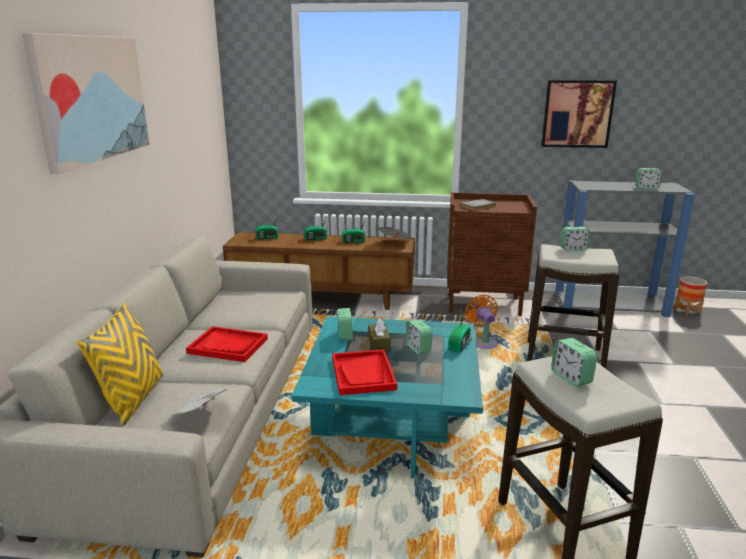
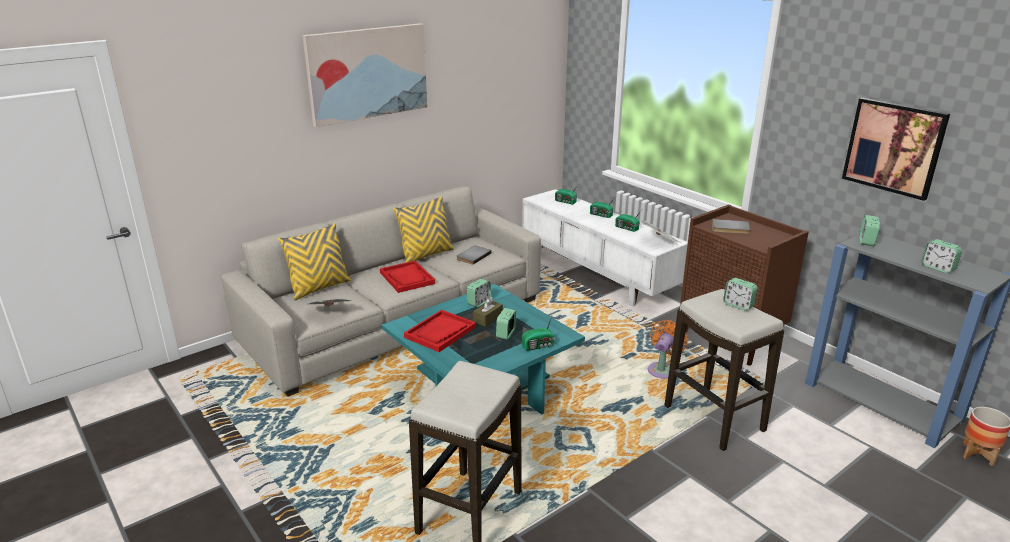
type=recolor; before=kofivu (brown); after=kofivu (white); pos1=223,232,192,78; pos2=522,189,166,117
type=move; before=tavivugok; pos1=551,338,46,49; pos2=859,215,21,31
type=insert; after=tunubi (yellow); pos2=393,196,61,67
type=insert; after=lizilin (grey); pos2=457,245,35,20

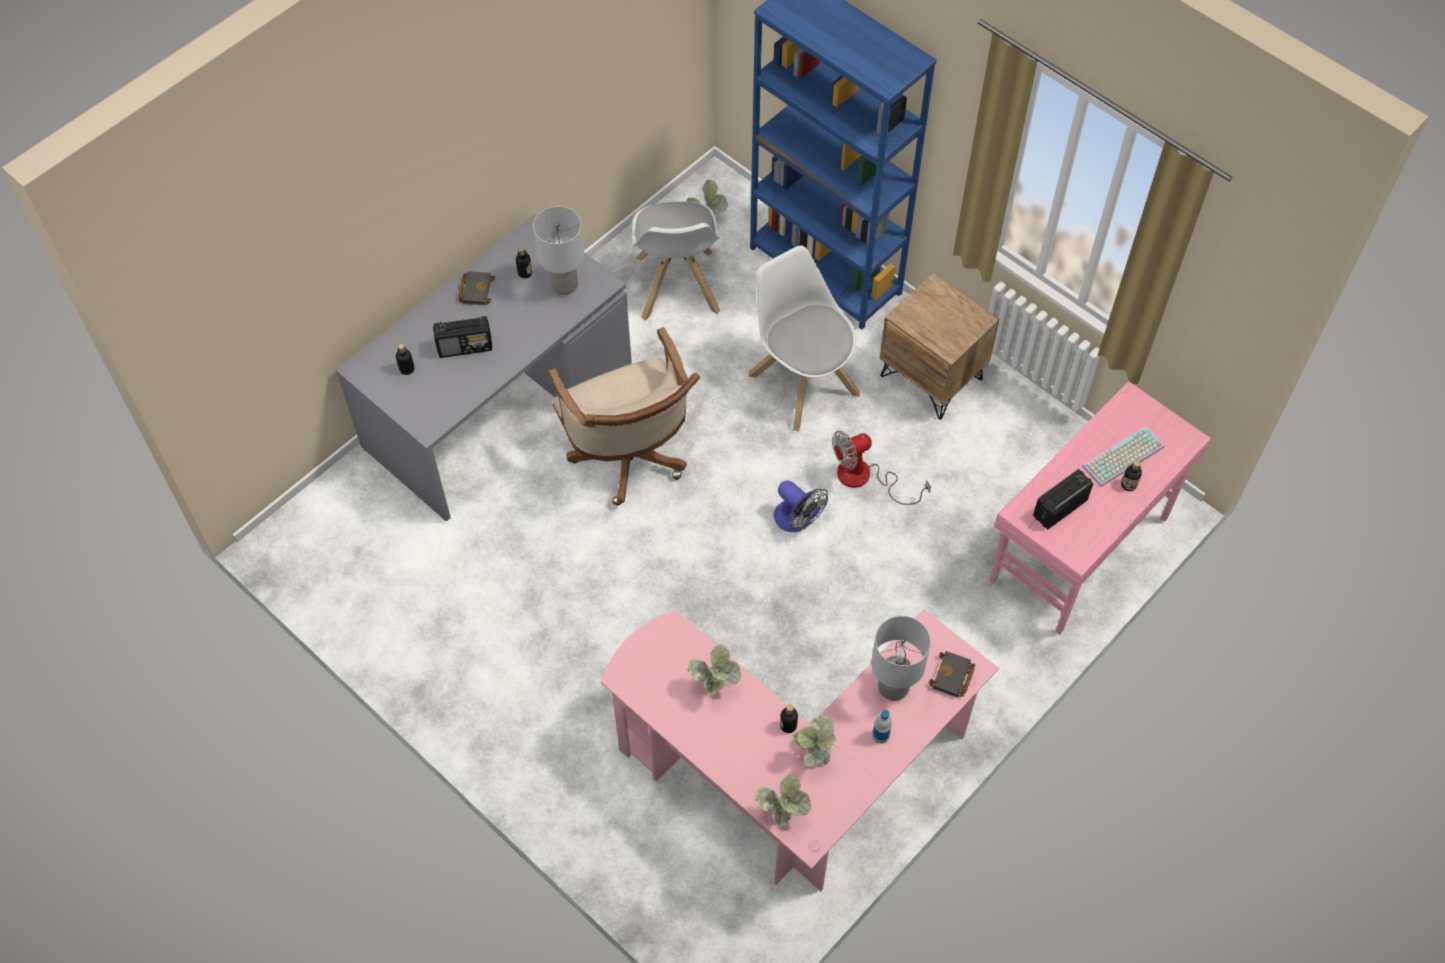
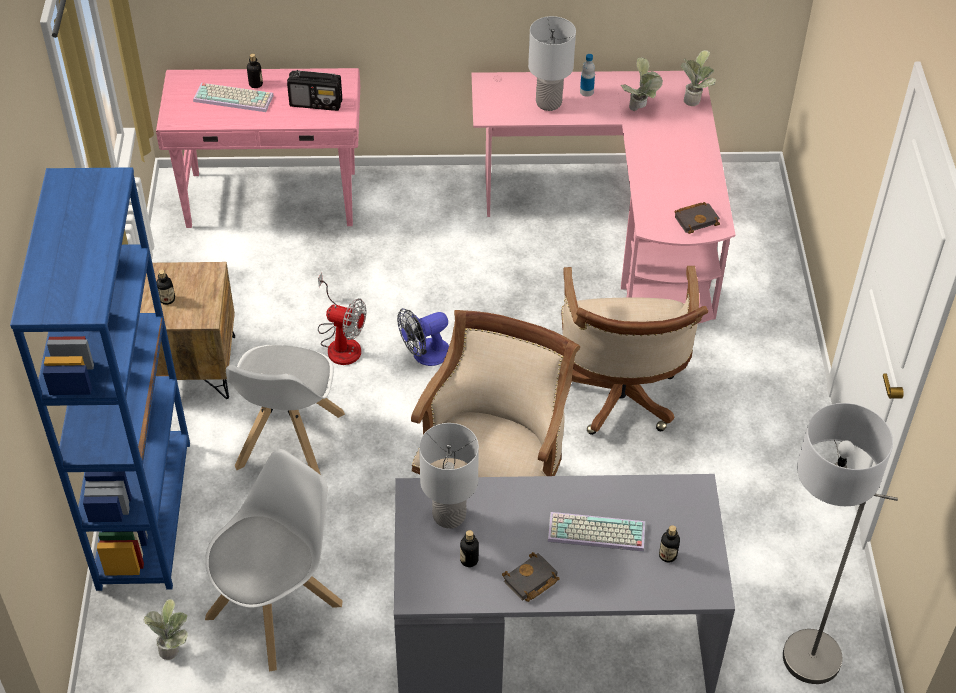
type=replace; before=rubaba; after=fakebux; pos1=433,316,59,42; pos2=547,512,99,39
type=delete; before=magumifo; pos1=687,644,54,52
type=rotate; before=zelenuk; pos1=774,480,54,52; pos2=397,308,52,58; turn=-120
type=move; before=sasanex; pos1=780,705,18,28; pos2=156,270,19,35
type=move; before=lizilin (black); pos1=929,651,46,47; pos2=675,202,45,32
type=insert; after=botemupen; pos2=561,266,147,169
type=insert; after=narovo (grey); pos2=783,403,115,281

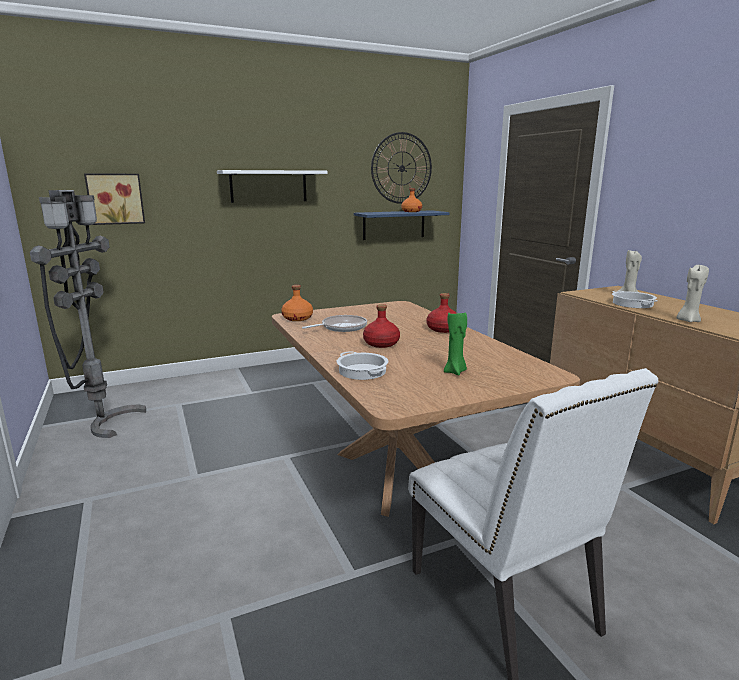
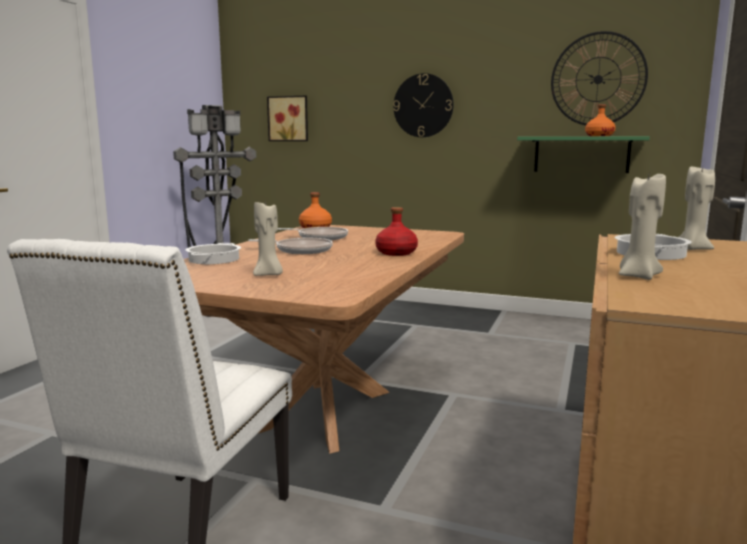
type=replace; before=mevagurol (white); after=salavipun; pos1=217,170,111,33; pos2=393,73,61,64
type=recolor; before=mevagurol (blue); after=mevagurol (green); pos1=354,210,96,30; pos2=517,136,133,37
type=replace; before=sasanex (red); after=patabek; pos1=363,304,37,44; pos2=248,238,85,16
type=recolor; before=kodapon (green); after=kodapon (beige); pos1=444,312,23,63; pos2=253,201,30,75

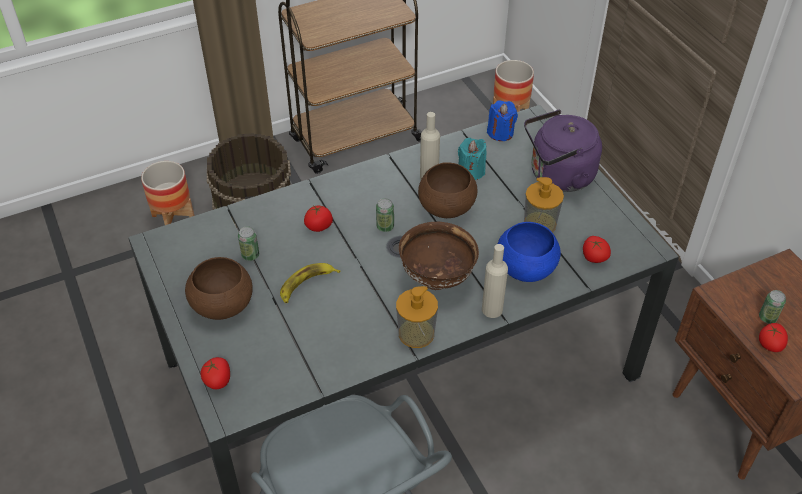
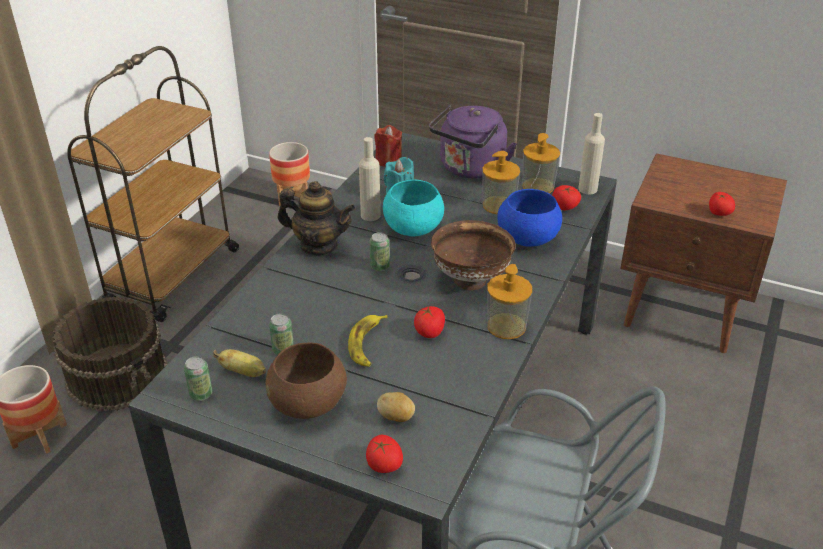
type=move; before=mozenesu; pos1=304,205,29,27; pos2=414,306,31,32
type=recolor; before=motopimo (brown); after=motopimo (turquoise); pos1=418,162,60,56; pos2=383,180,61,56
type=move; before=sasanex (beige); pos1=482,244,26,74; pos2=578,113,27,81
type=recolor; before=kodapon (blue); after=kodapon (red); pos1=487,100,31,41; pos2=374,125,28,42
type=move; before=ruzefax; pos1=759,290,27,34; pos2=184,356,28,45
type=insert; after=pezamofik; pos2=213,349,53,28
type=insert; after=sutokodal; pos2=278,181,78,74
type=insert; after=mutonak; pos2=377,392,38,30
type=insert; after=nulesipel; pos2=522,133,38,60

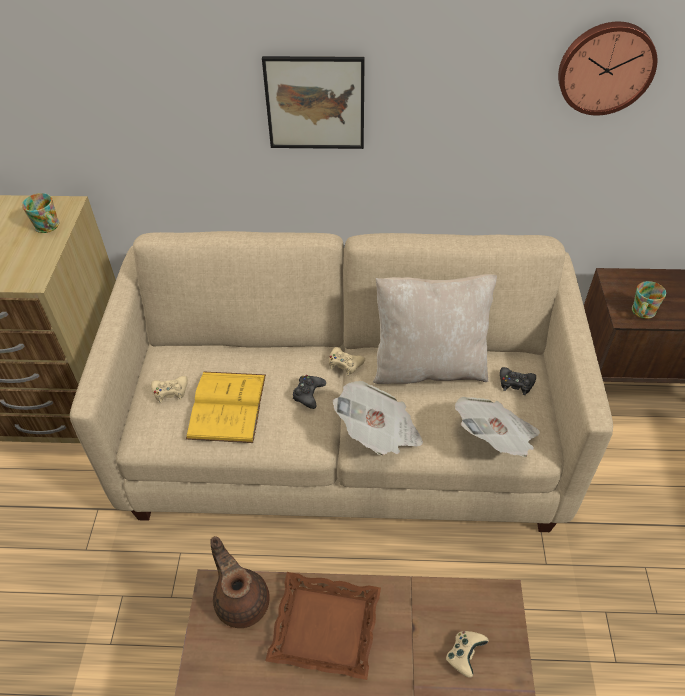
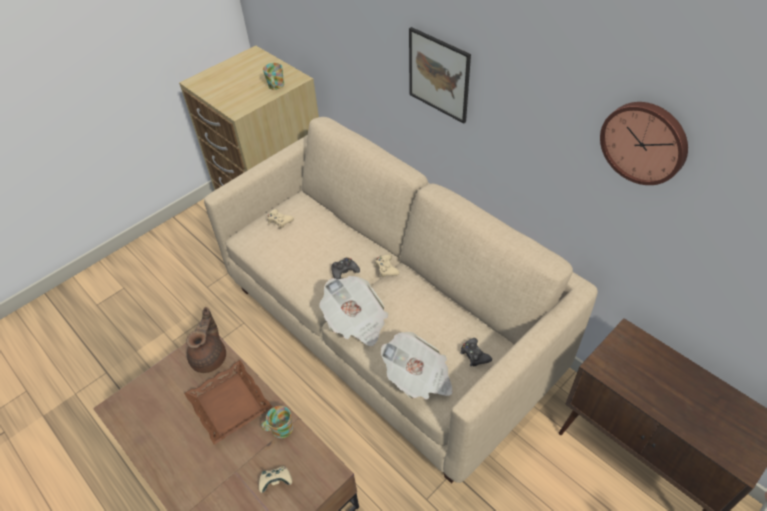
type=delete; before=lizilin (yellow); pos1=186,371,80,72
type=delete; before=tunubi (beige); pos1=373,274,124,110
type=move; before=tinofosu; pos1=632,281,34,38; pos2=261,406,32,33

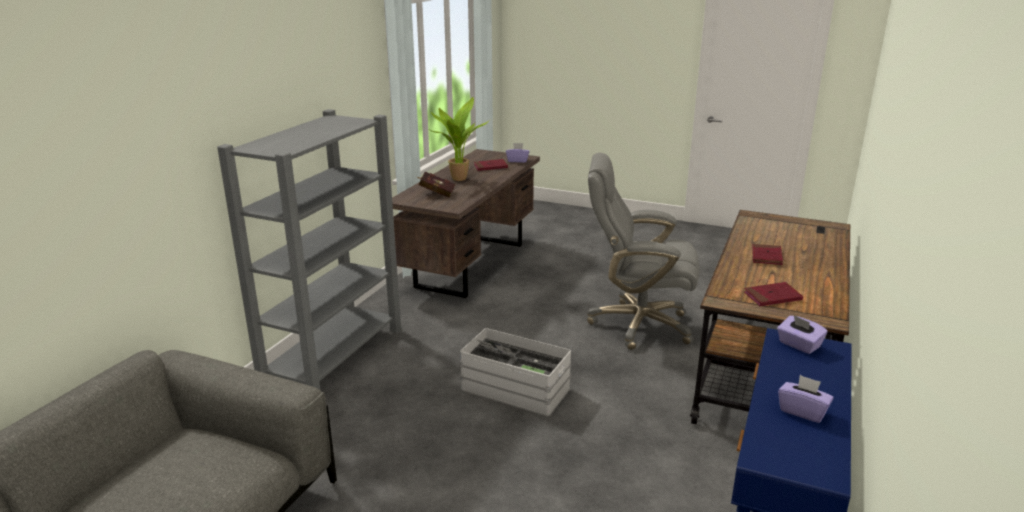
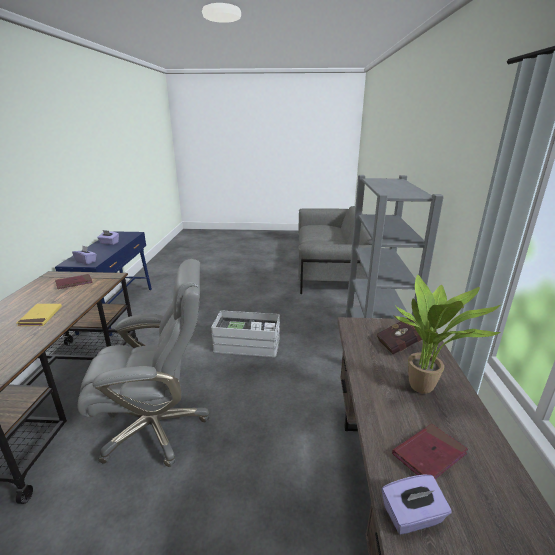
type=recolor; before=lizilin (red); after=lizilin (yellow); pos1=752,244,31,21; pos2=17,304,45,22

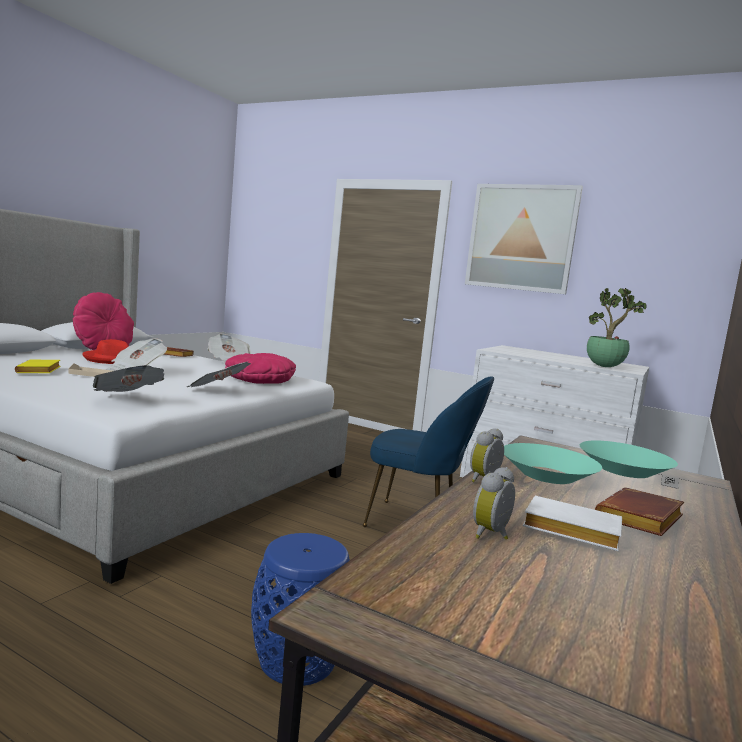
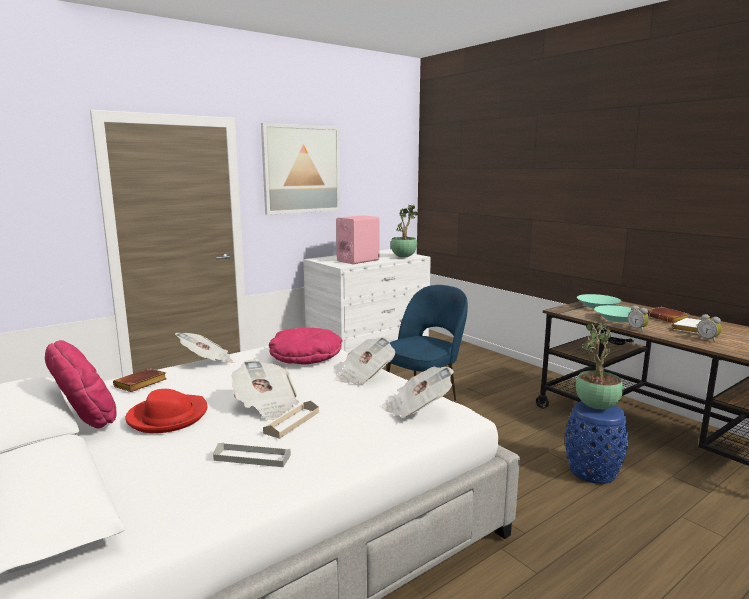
type=replace; before=lizilin (yellow); after=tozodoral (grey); pos1=15,360,46,13; pos2=213,443,78,24
type=insert; after=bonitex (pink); pos2=336,215,43,49
type=insert; after=magumifo; pos2=576,321,47,89

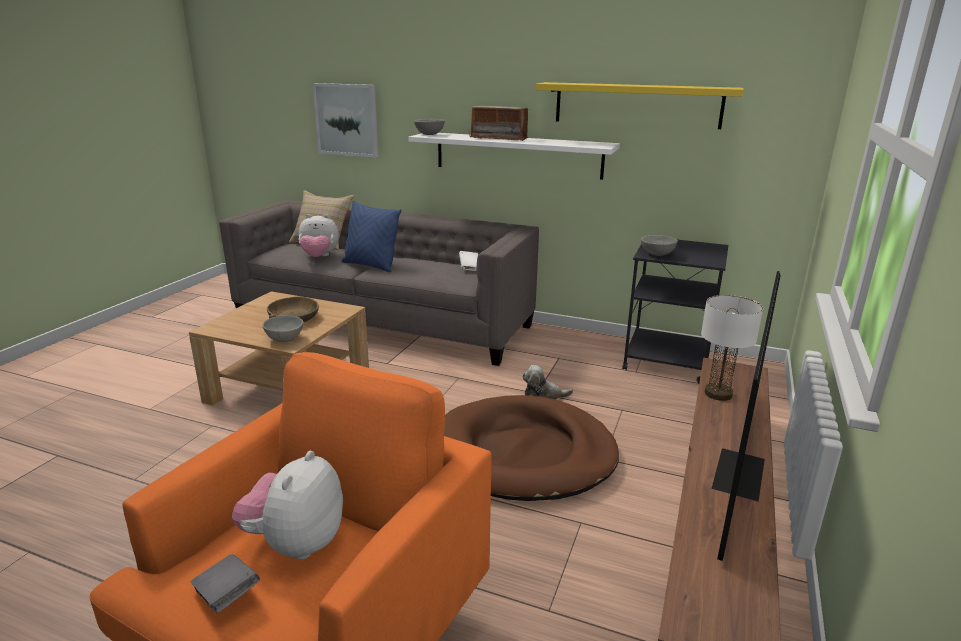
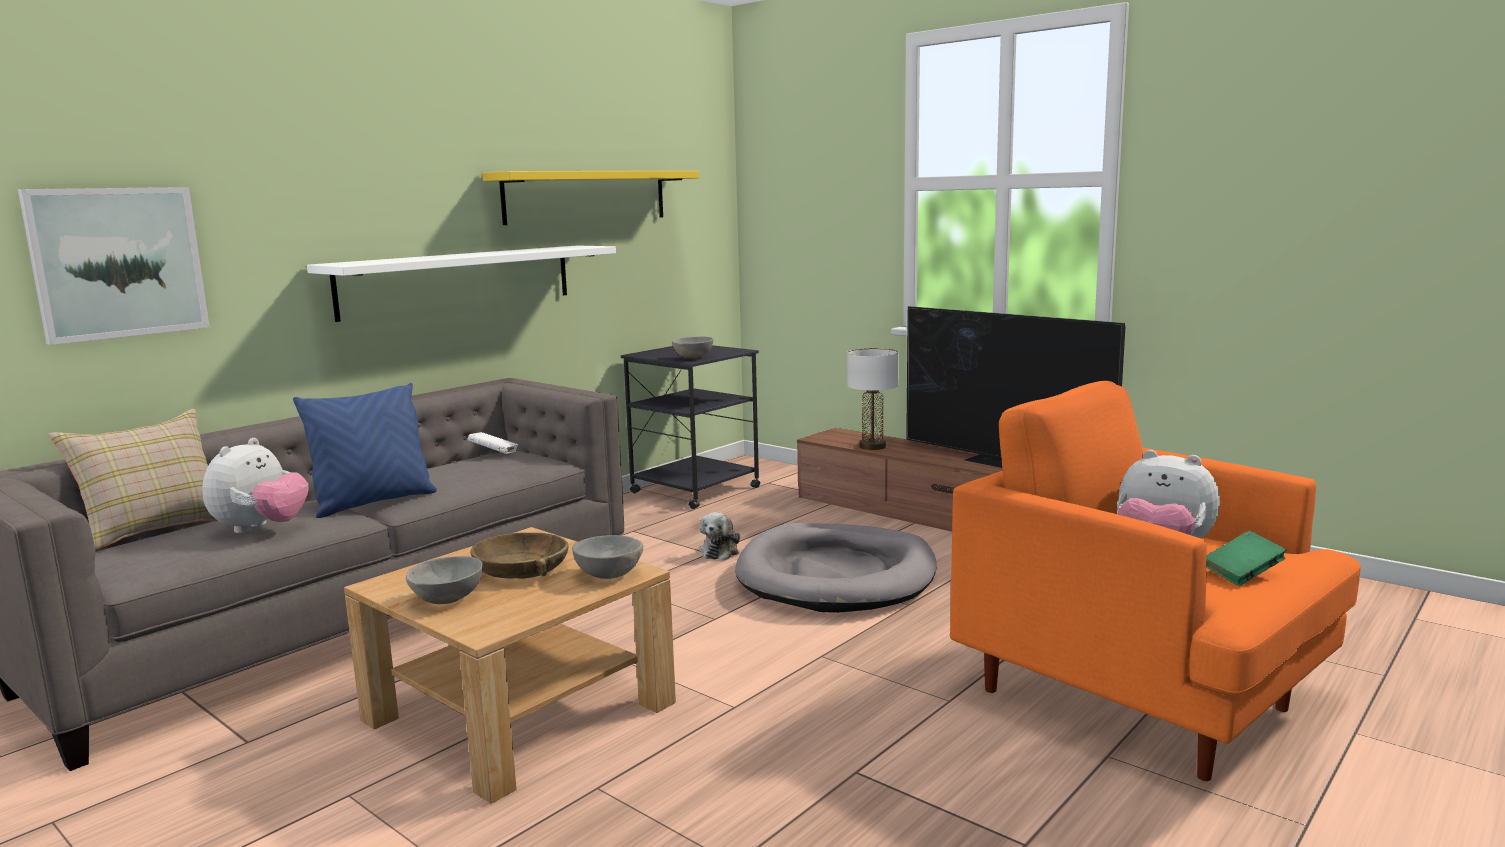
type=recolor; before=lizilin (grey); after=lizilin (green); pos1=190,554,70,59; pos2=1207,531,80,55
type=move; before=motopimo (grey); pos1=414,119,31,16; pos2=406,556,77,48
type=recolor; before=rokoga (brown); after=rokoga (grey); pos1=444,395,175,106; pos2=735,523,201,90
type=delete; before=rubaba; pos1=468,105,63,36

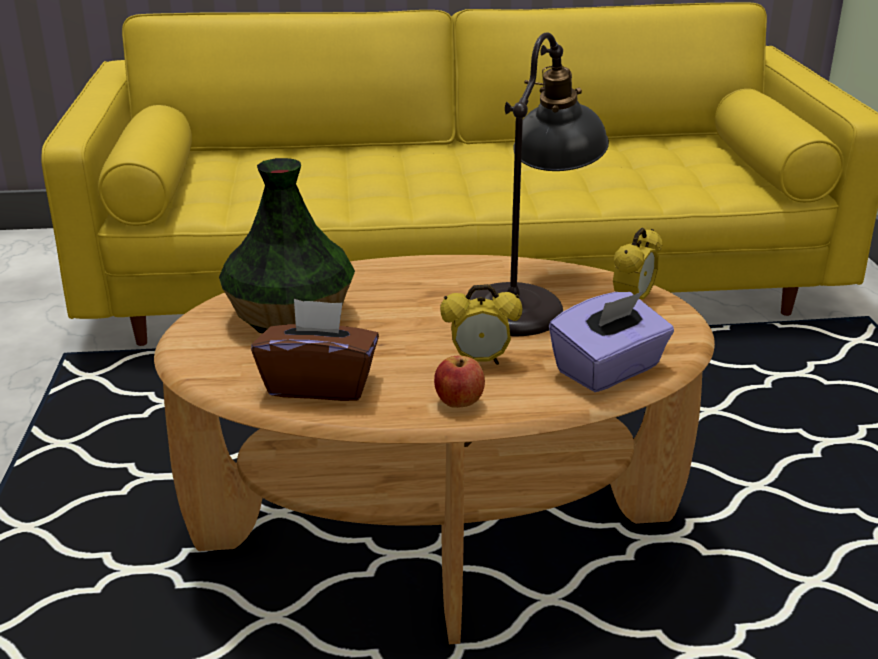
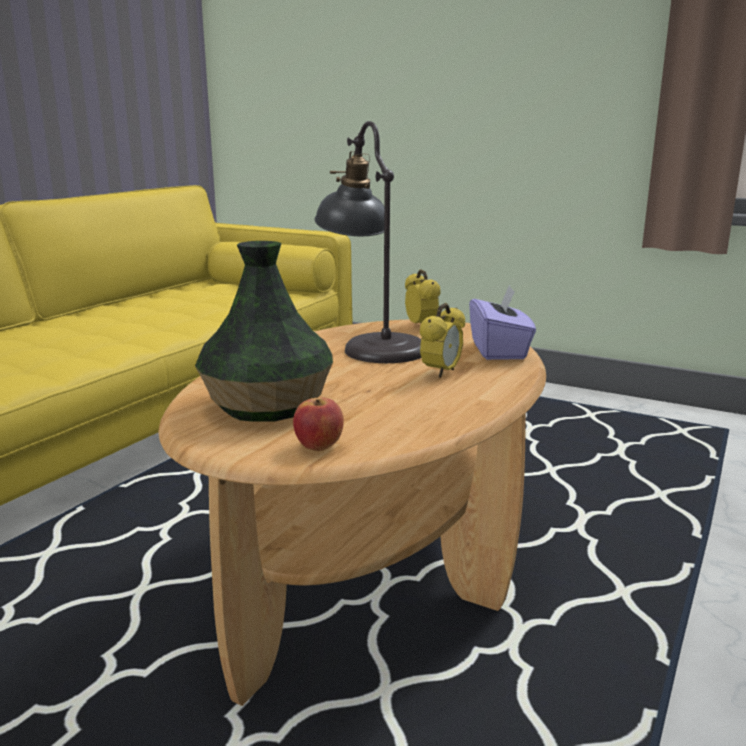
type=delete; before=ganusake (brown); pos1=251,299,128,102
type=move; before=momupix; pos1=434,356,51,52; pos2=293,397,51,54

